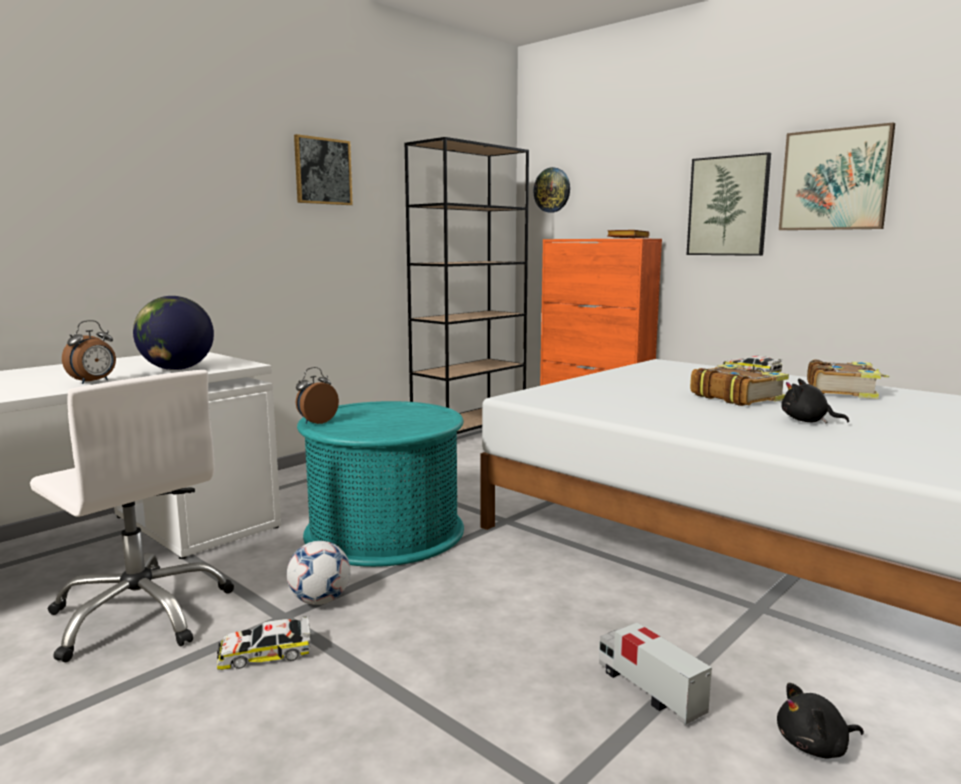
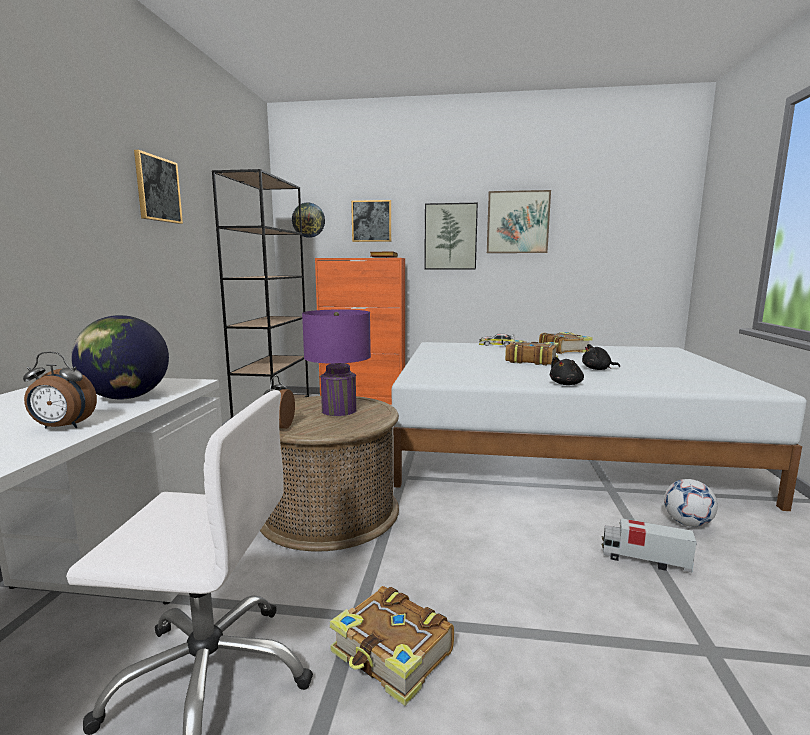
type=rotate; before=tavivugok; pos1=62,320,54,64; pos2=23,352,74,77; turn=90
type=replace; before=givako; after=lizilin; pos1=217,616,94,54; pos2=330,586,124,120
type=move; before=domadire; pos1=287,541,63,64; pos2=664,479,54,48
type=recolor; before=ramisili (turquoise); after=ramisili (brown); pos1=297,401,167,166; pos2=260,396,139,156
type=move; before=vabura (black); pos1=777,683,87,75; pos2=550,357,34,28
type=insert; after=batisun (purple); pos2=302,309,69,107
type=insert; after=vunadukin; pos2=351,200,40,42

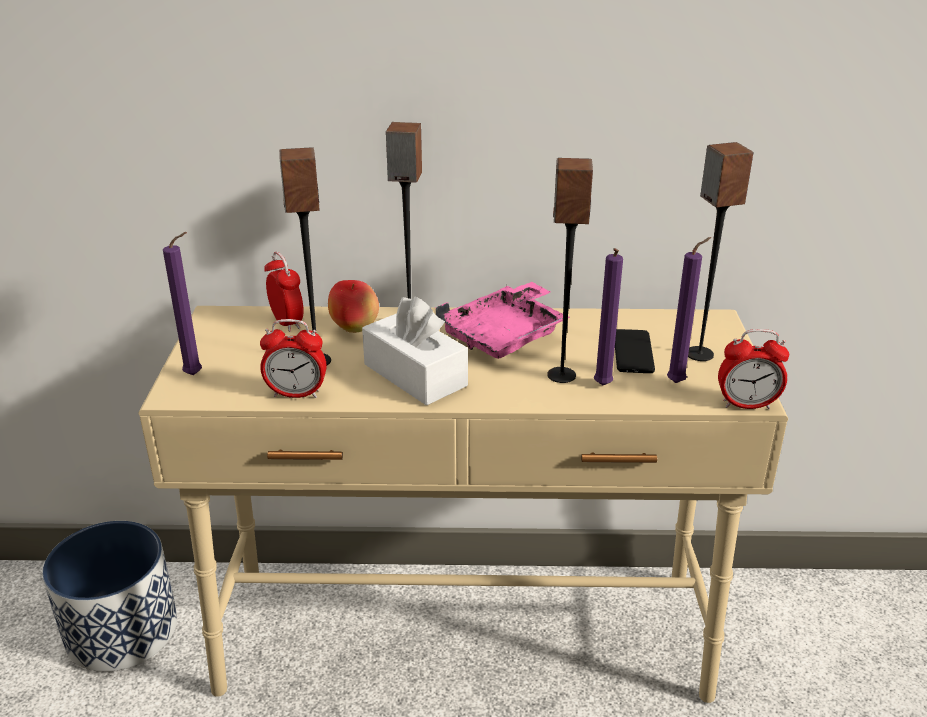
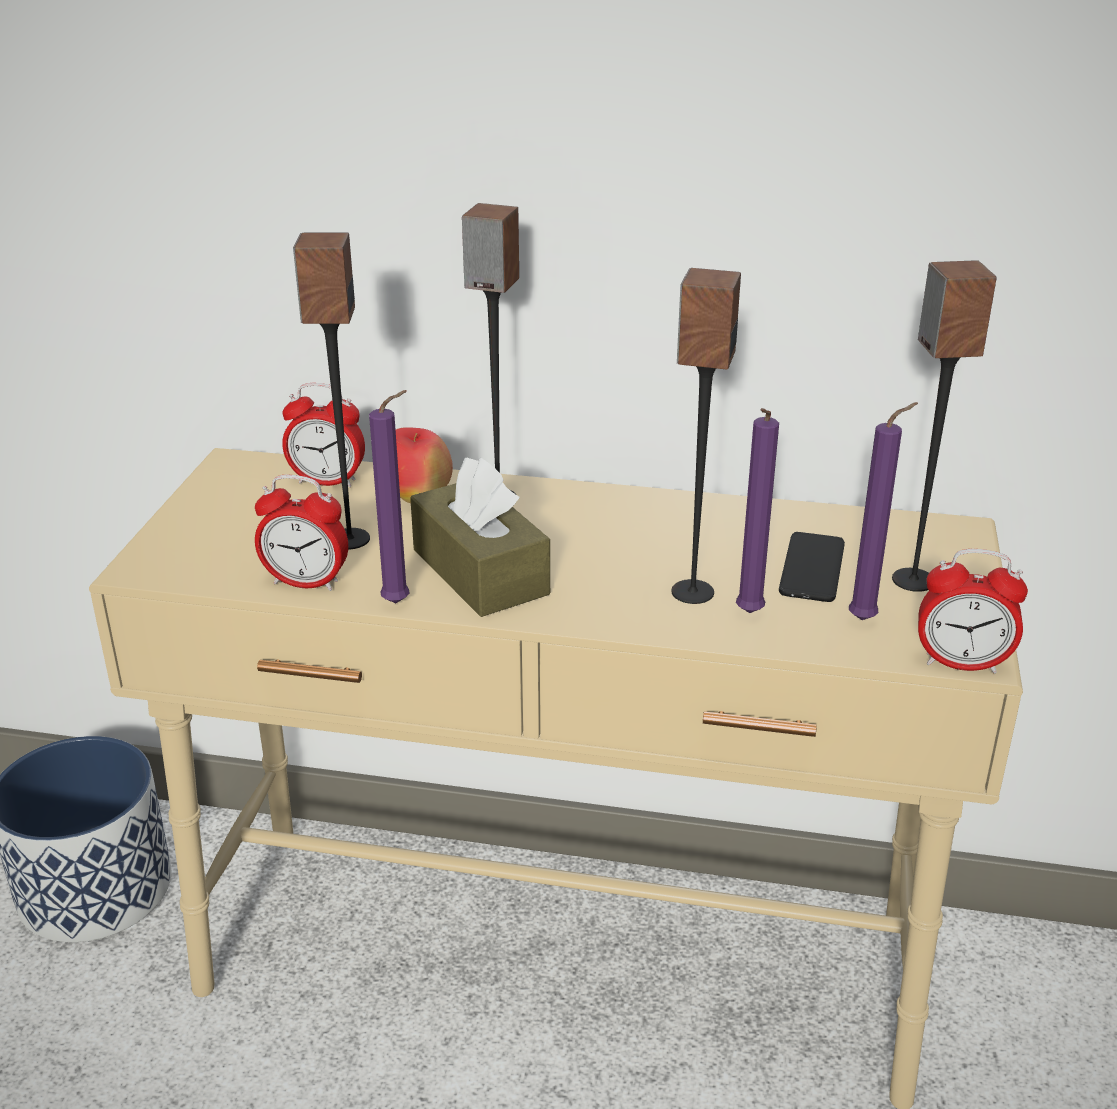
type=move; before=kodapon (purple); pos1=163,232,39,143; pos2=369,390,40,213
type=rotate; before=tavivugok; pos1=264,252,40,80; pos2=282,383,83,104; turn=120
type=recolor; before=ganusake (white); after=ganusake (brown); pos1=362,296,106,110; pos2=410,457,140,160
type=delete; before=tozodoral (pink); pos1=435,282,135,77

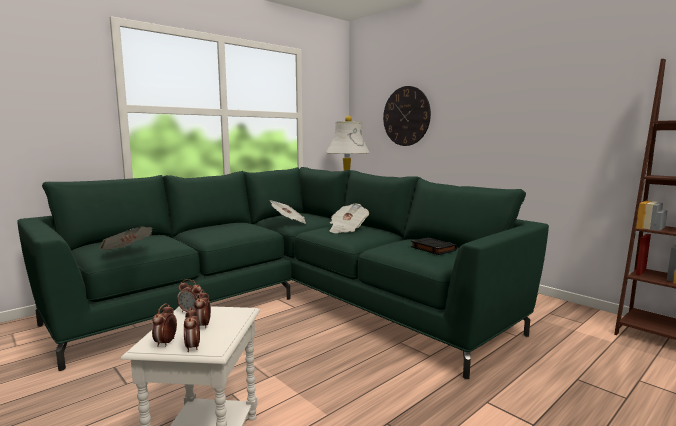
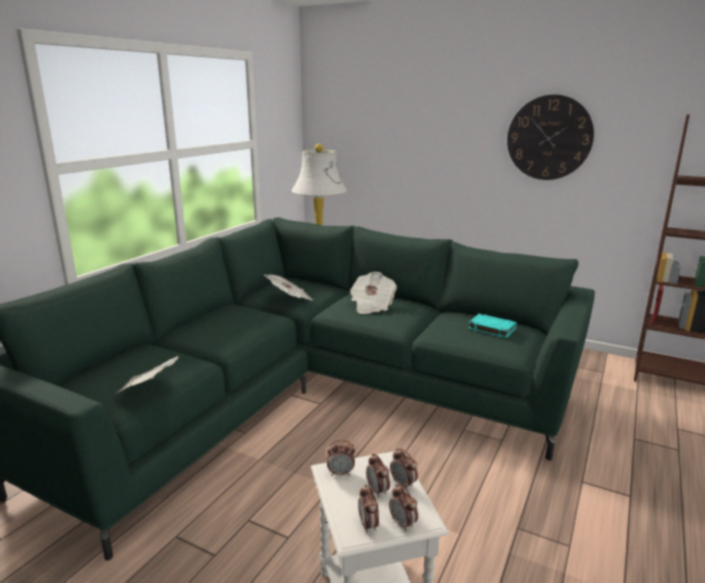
type=move; before=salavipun; pos1=383,86,48,60; pos2=507,95,87,85
type=recolor; before=lizilin (black); after=lizilin (turquoise); pos1=411,237,46,18; pos2=468,314,49,24
type=insert; after=tavivugok; pos2=390,448,28,41

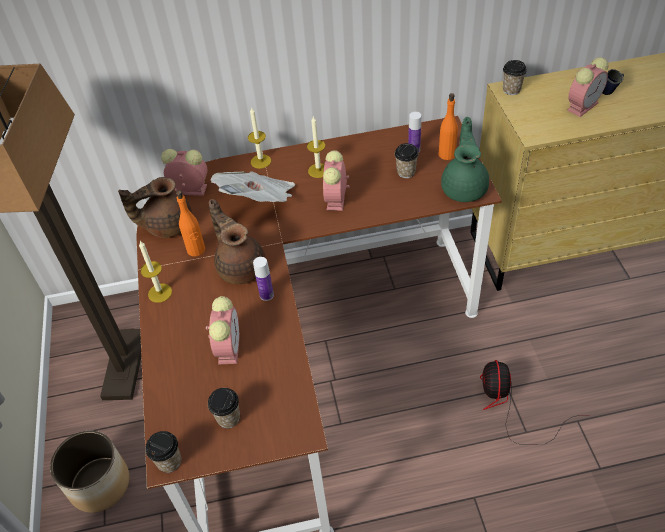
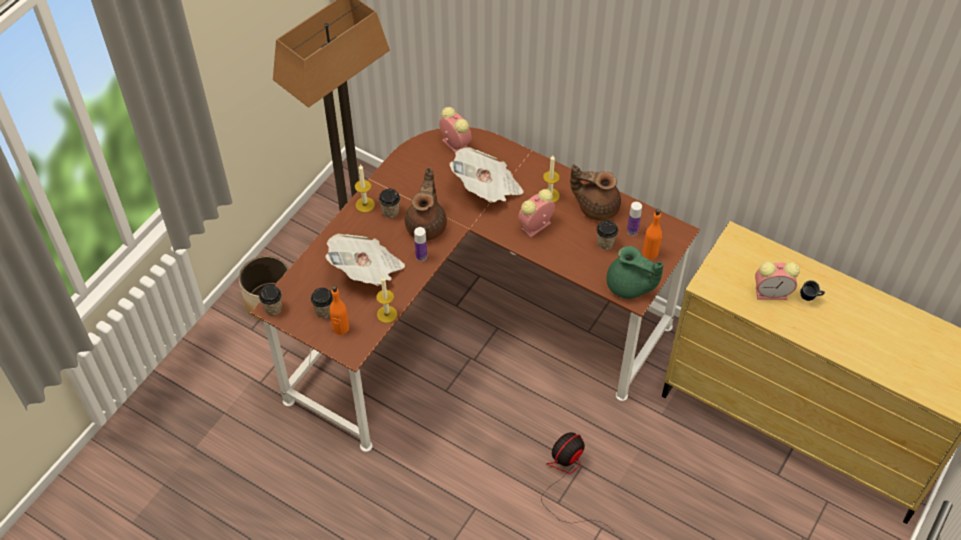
type=move; before=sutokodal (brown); pos1=118,177,74,61; pos2=570,164,51,57
type=move; before=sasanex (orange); pos1=176,190,29,66; pos2=329,285,20,50
type=replace; before=tavivugok; after=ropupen; pos1=206,296,34,69; pos2=325,234,80,52
type=move; before=kodapon; pos1=248,107,23,62; pos2=376,277,21,46
type=rotate; before=sutokodal (green); pos1=441,117,48,85; pos2=606,246,58,53; turn=75
type=move; before=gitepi; pos1=503,60,24,35; pos2=379,188,21,30

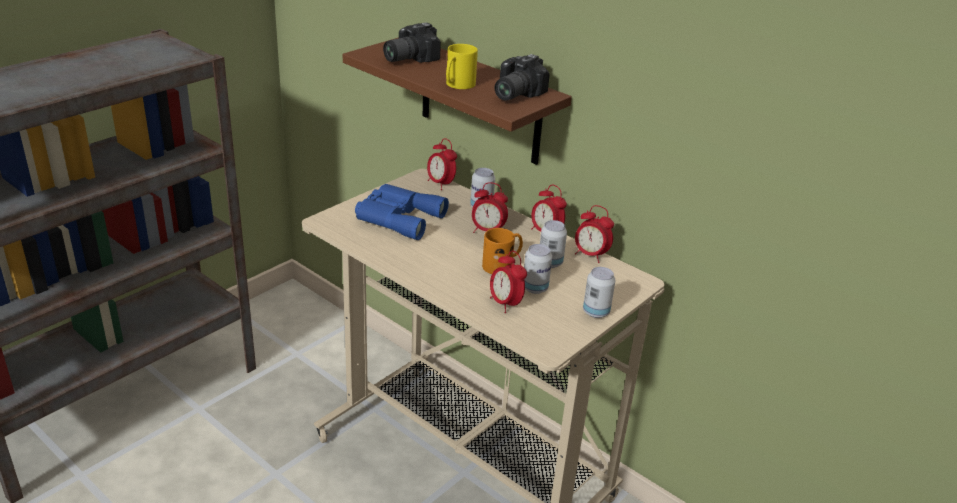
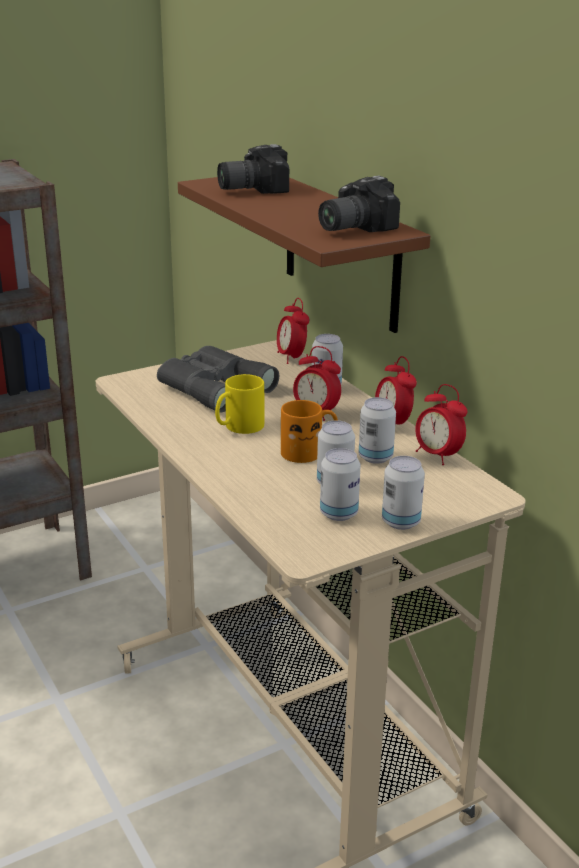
type=recolor; before=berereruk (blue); after=berereruk (grey); pos1=355,184,94,56; pos2=157,346,122,67
type=move; before=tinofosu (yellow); pos1=446,44,32,45; pos2=215,374,49,60
type=delete; before=tavivugok; pos1=490,251,37,62
type=insert; after=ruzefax; pos2=320,448,41,73

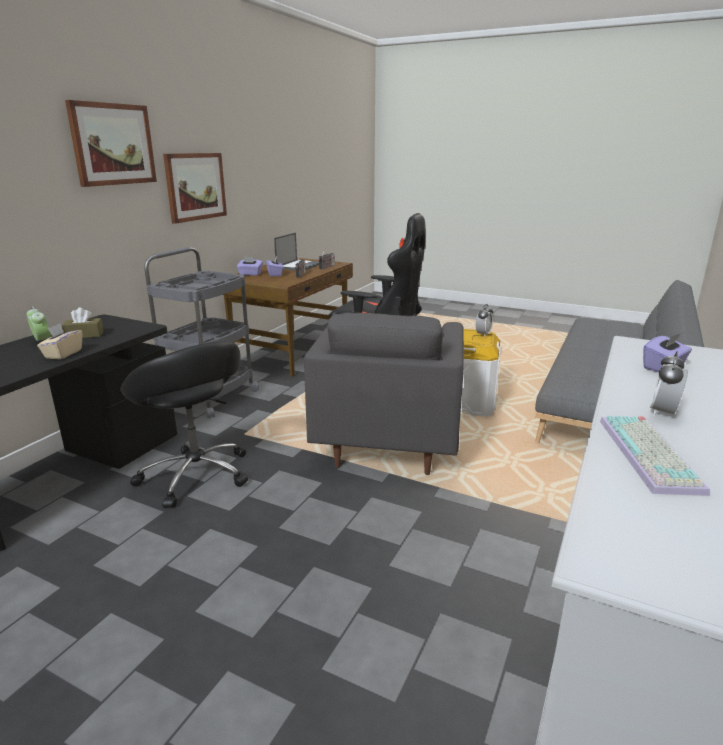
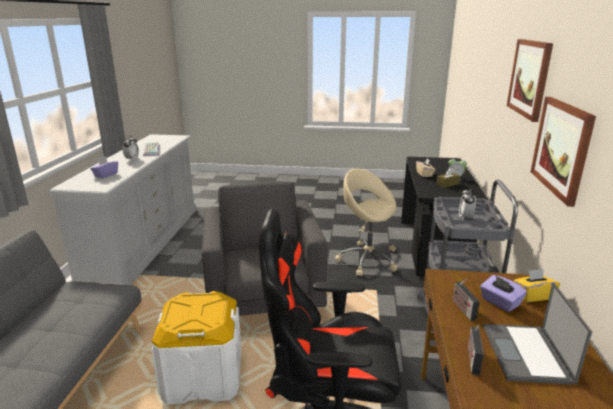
type=recolor; before=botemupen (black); after=botemupen (beige); pos1=121,342,127,166; pos2=335,169,63,107
type=recolor; before=ganusake (purple); after=ganusake (yellow); pos1=237,256,26,20; pos2=513,269,47,33
type=move; before=tavivugok; pos1=476,304,17,33; pos2=459,187,17,33

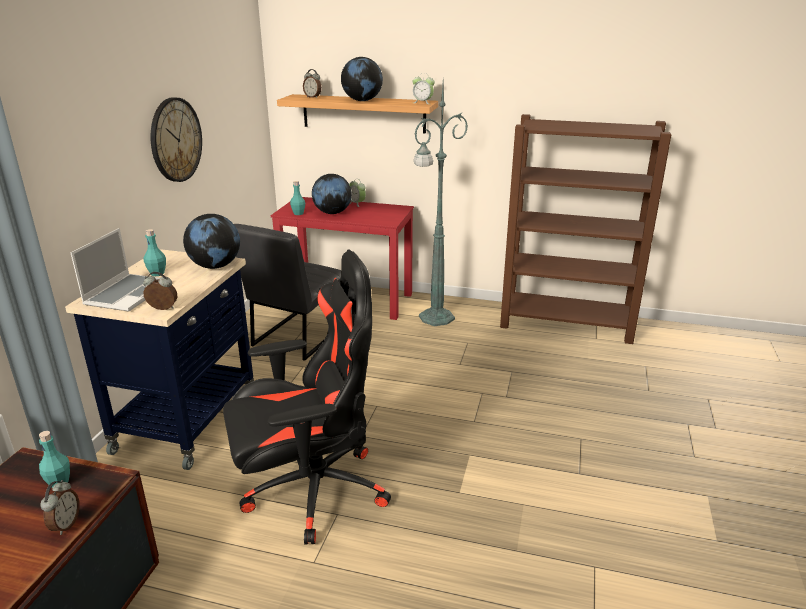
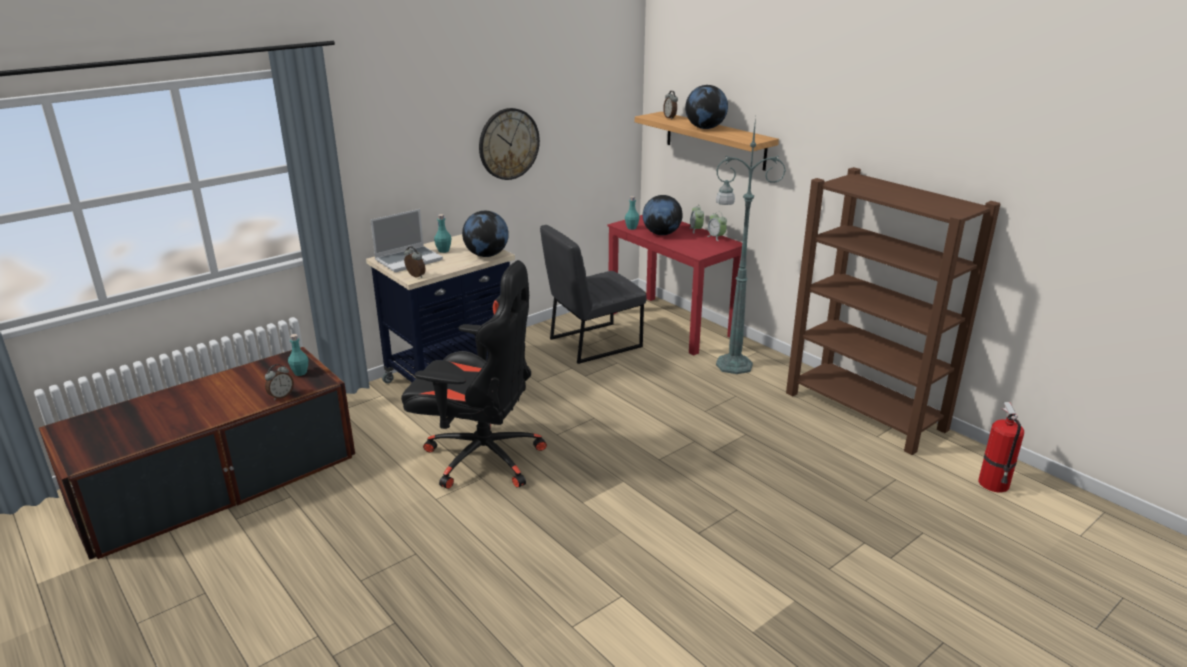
type=move; before=tavivugok; pos1=413,73,22,31; pos2=707,211,20,30
type=insert; after=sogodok; pos2=978,402,46,90

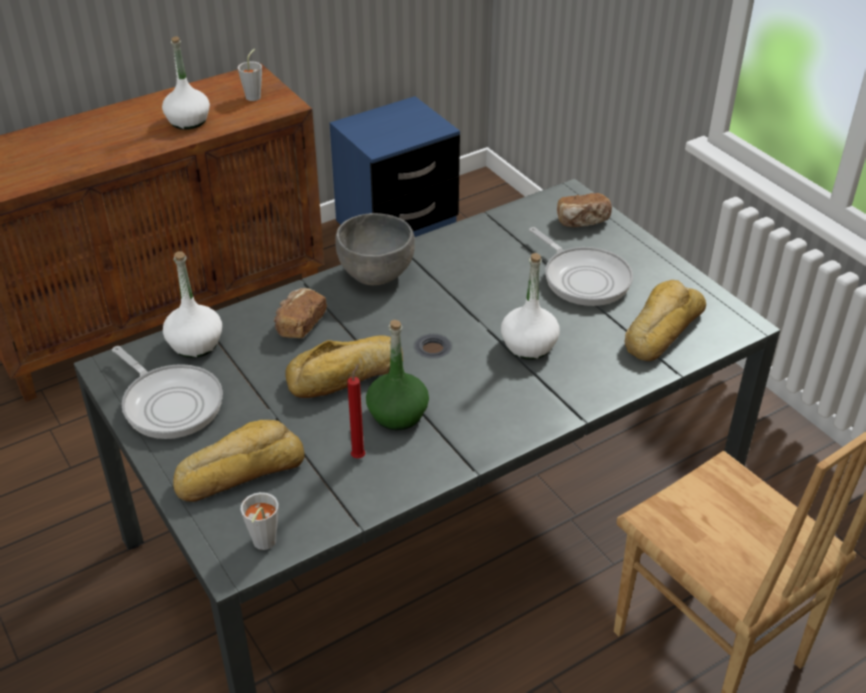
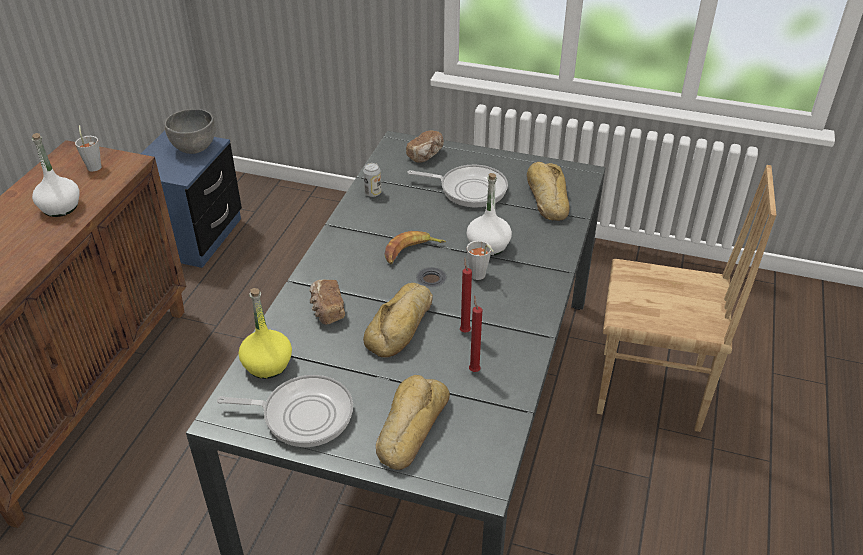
type=recolor; before=sasanex (white); after=sasanex (yellow); pos1=163,251,59,107; pos2=239,288,53,91
type=move; before=gitepi (grey); pos1=241,492,37,58; pos2=466,240,28,40
type=move; before=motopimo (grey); pos1=335,213,80,72; pos2=164,109,52,45
type=replace; before=sasanex (green); after=kodapon (red); pos1=366,320,63,110; pos2=460,258,12,74
type=insert; after=ruzefax; pos2=363,163,19,34
type=insert; after=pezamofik; pos2=384,231,62,33

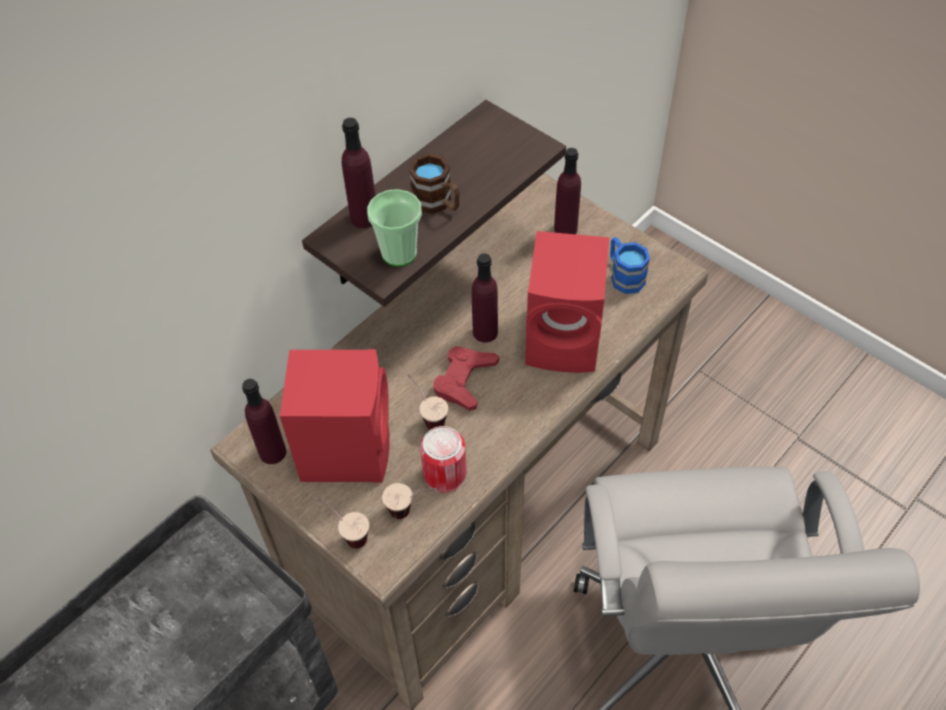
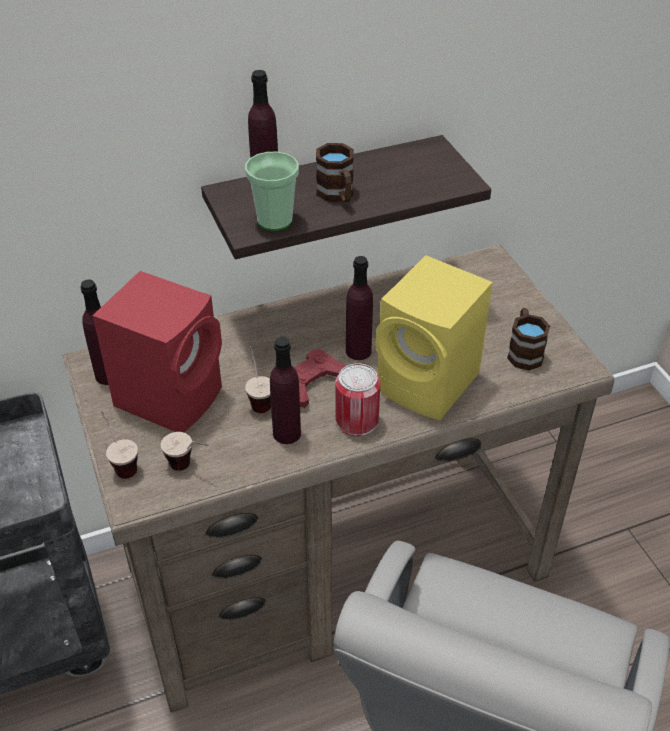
type=move; before=ruzefax; pos1=420,426,46,67; pos2=335,363,46,73
type=recolor; before=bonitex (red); after=bonitex (yellow); pos1=525,231,84,142; pos2=376,255,117,165
type=move; before=sasanex (purple); pos1=554,148,27,86; pos2=270,337,31,107
type=recolor; before=tinofosu (blue); after=tinofosu (brown); pos1=610,237,40,57; pos2=507,308,43,62

